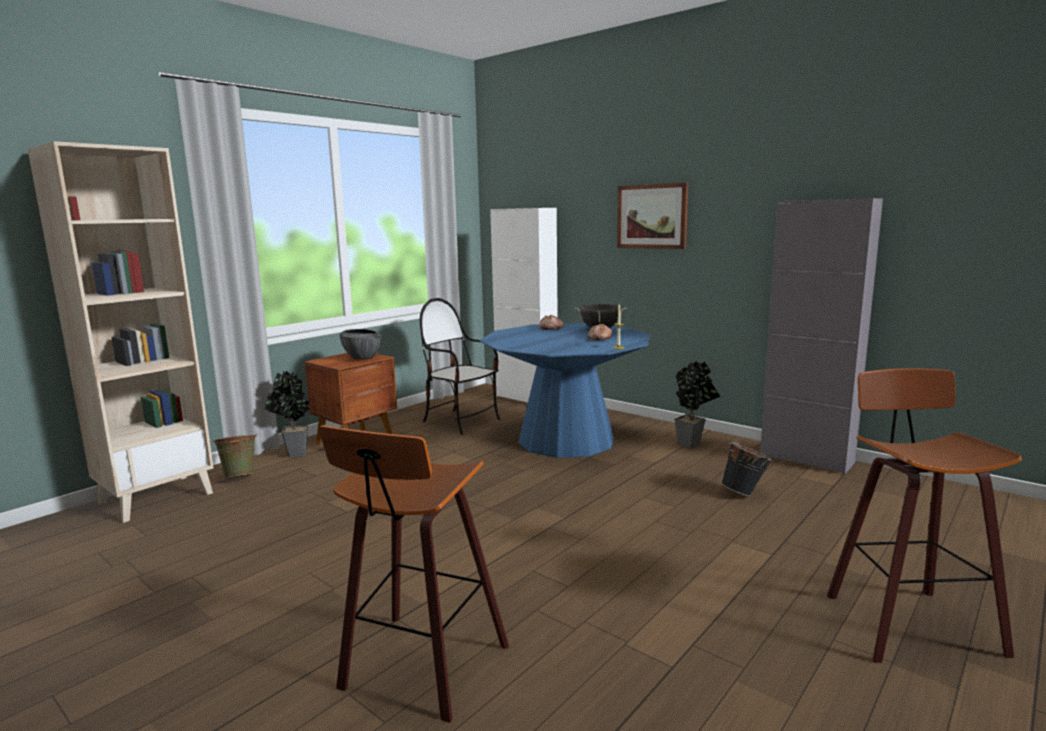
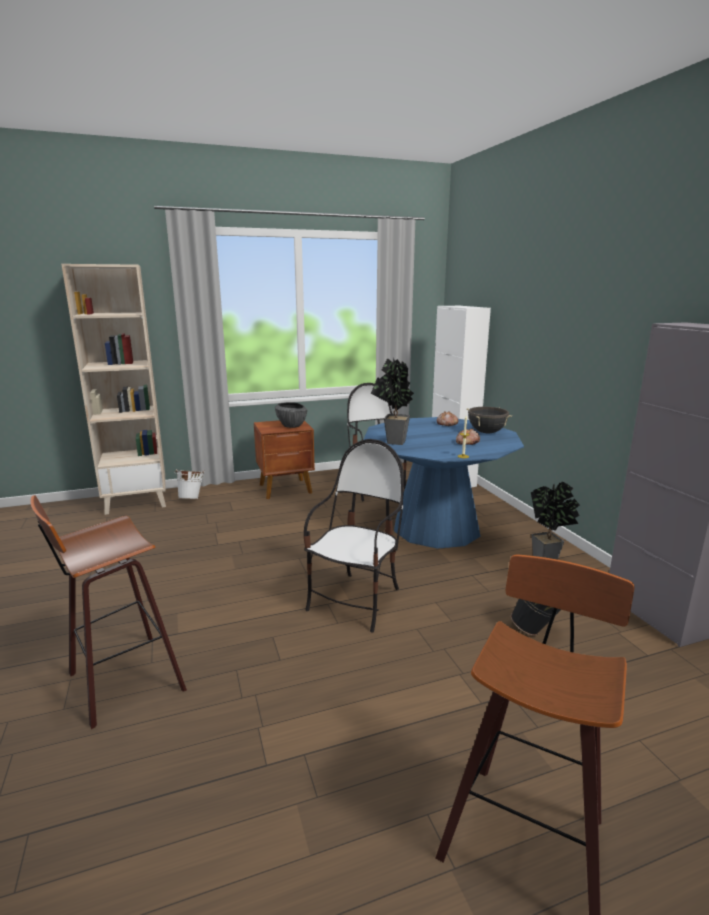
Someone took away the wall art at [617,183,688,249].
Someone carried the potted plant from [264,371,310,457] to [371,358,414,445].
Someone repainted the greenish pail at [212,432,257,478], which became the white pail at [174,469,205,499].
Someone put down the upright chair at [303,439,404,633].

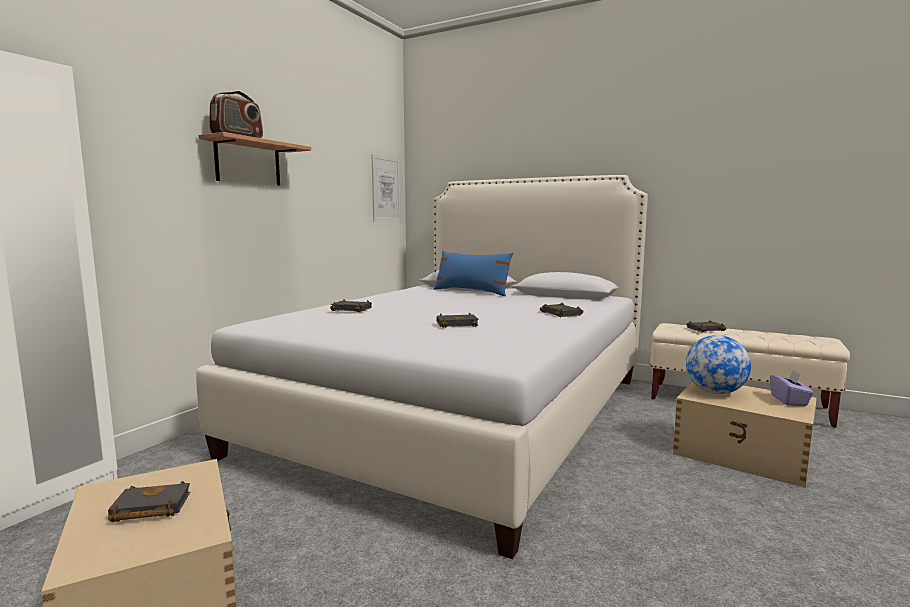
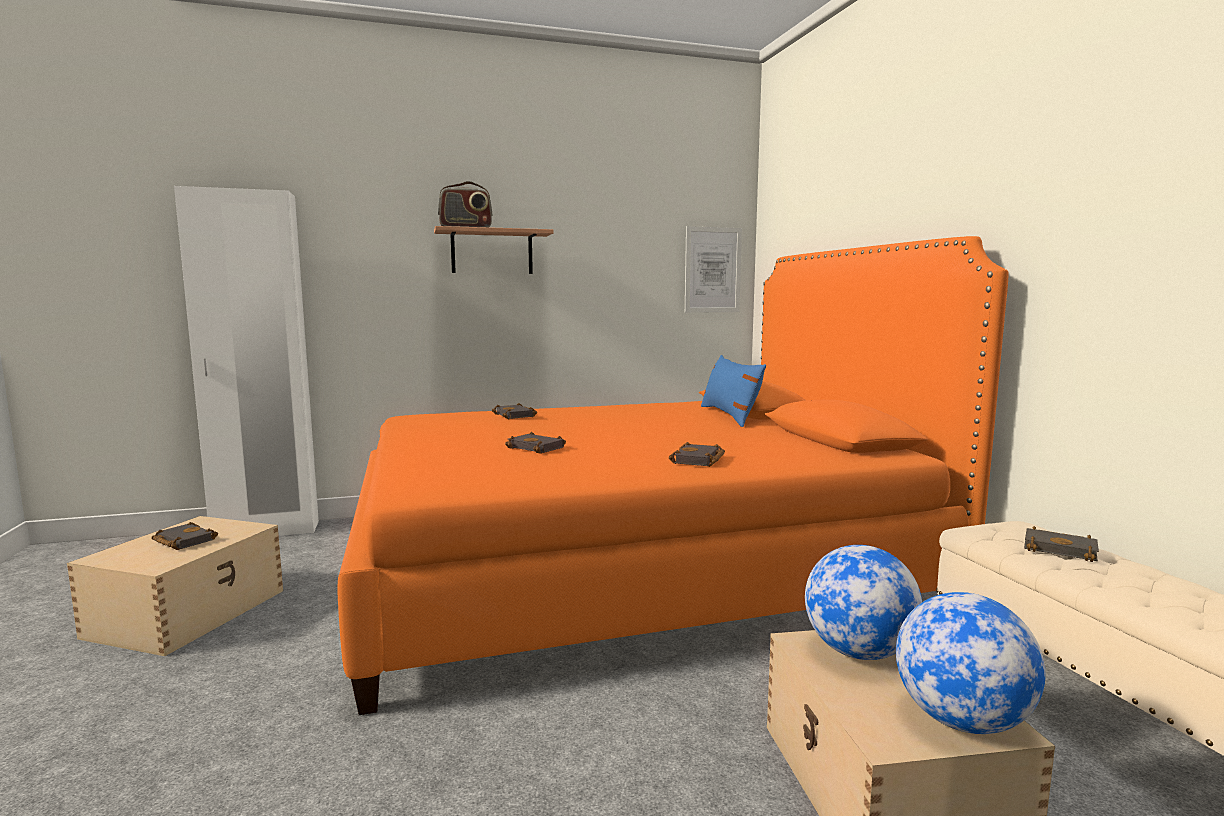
Someone repainted the white bed at [196,175,648,559], which became the orange-coloured bed at [338,236,1009,715].
Someone swapped the purple-coloured tissue box at [770,370,814,406] for the globe at [896,592,1046,734].

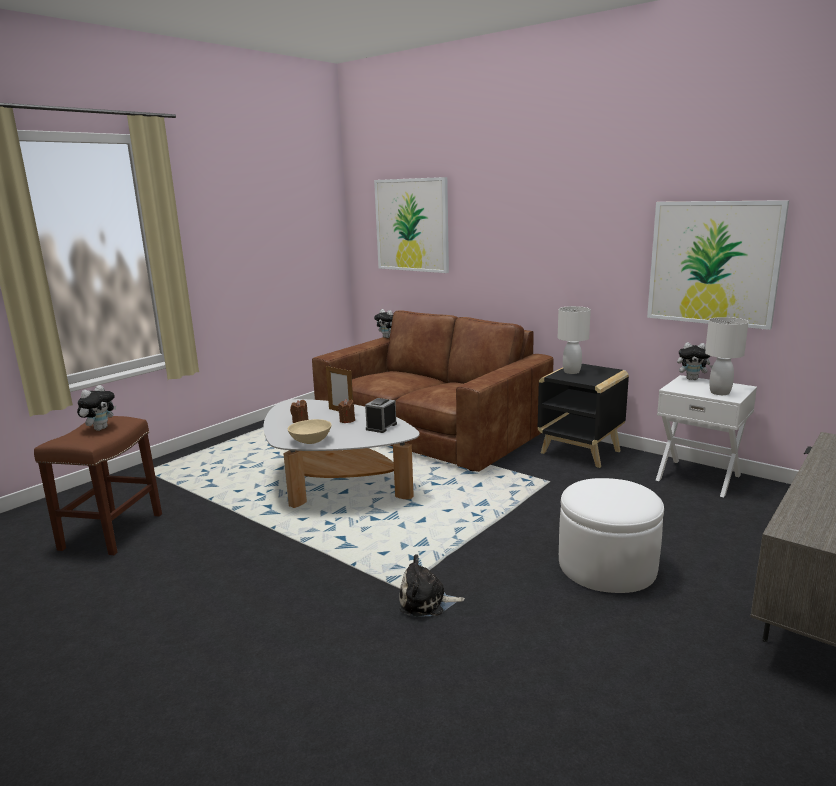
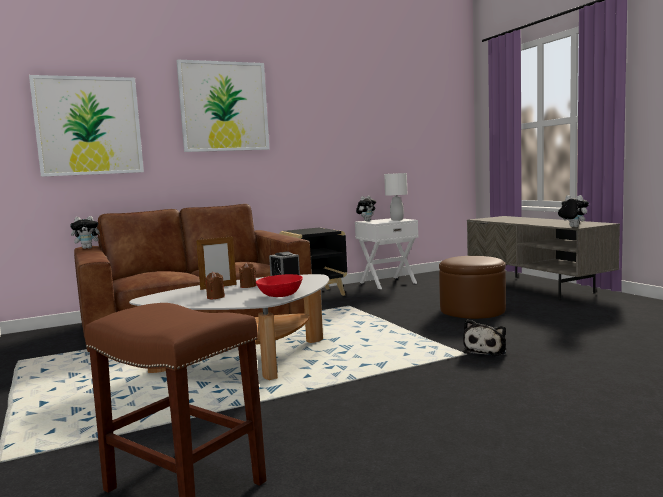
Someone carried the wall art from [647,200,789,330] to [176,59,269,152].
Someone took away the white table lamp at [558,306,591,374].
Someone carried the soft toy from [77,385,116,431] to [558,195,589,227].
Someone repainted the sand-coloured serving bowl at [288,419,332,444], which became the reddish serving bowl at [256,274,303,297].
Someone repainted the white ottoman at [559,478,664,593], which became the brown ottoman at [439,256,506,319].

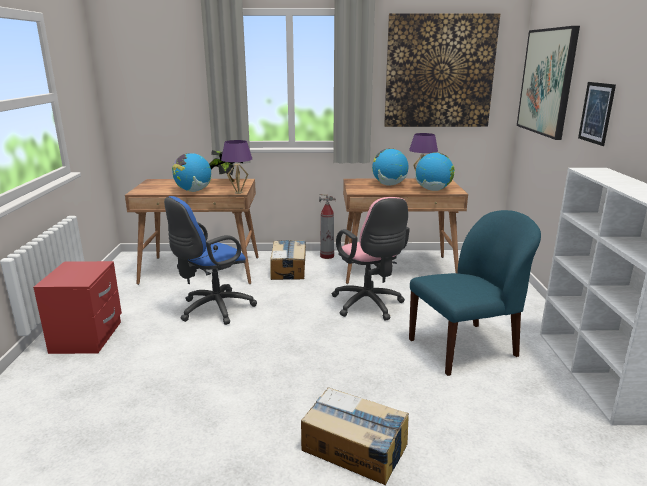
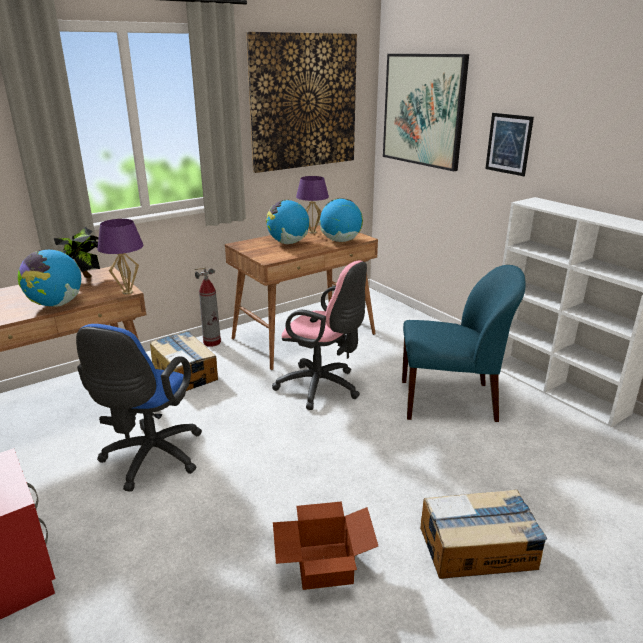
Someone rotated the blue-coloured upright chair at [409,210,541,376] by 60 degrees clockwise.
Someone put down the packing box at [273,501,378,590].

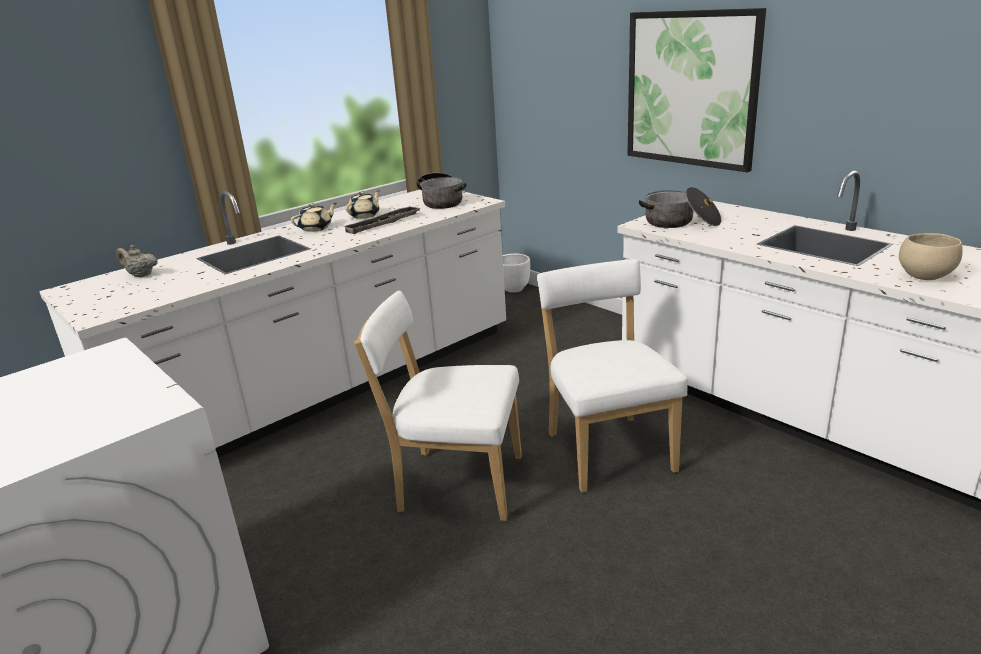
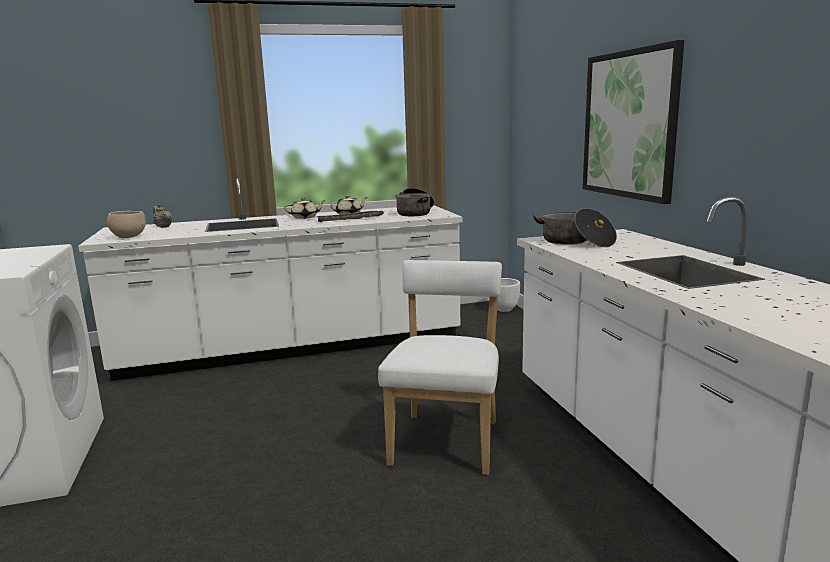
Someone carried the sand-coloured serving bowl from [899,233,963,280] to [107,211,146,238].
Someone took away the white upright chair at [355,290,522,521].

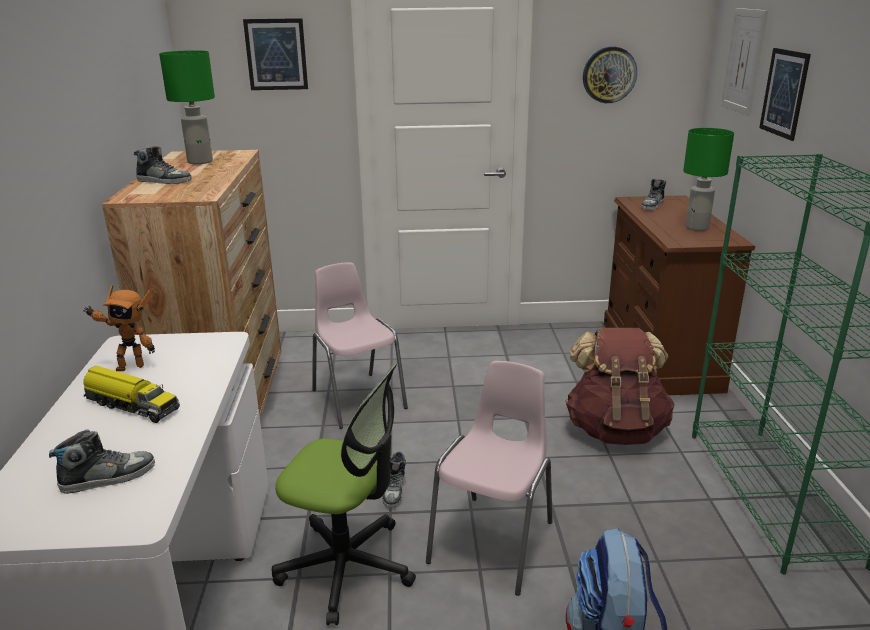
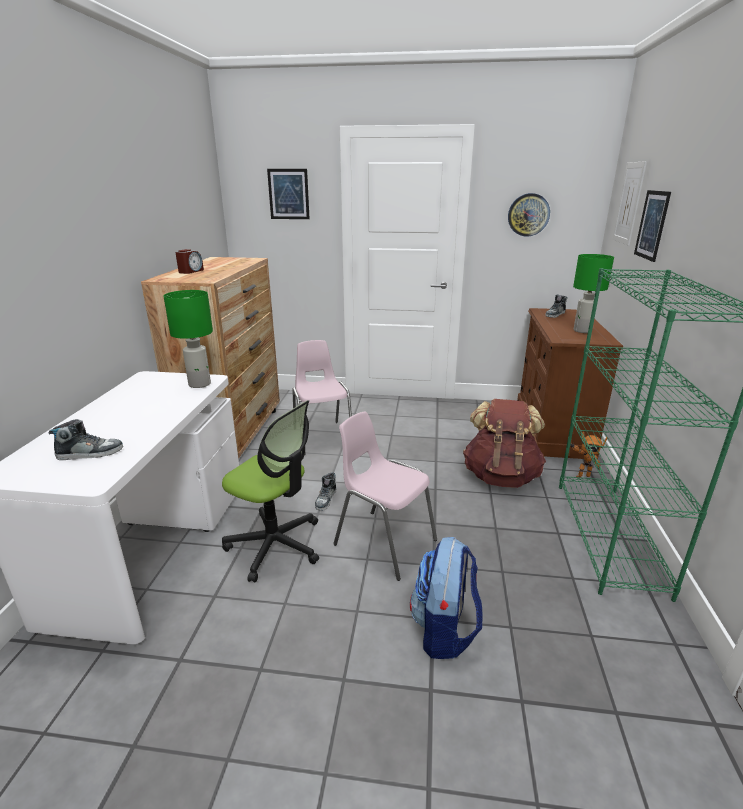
Someone carried the greenish table lamp from [159,50,215,164] to [164,290,213,388].
Someone swapped the low shoe at [134,146,192,184] for the table clock at [175,249,204,274].
Someone carried the robot figure from [83,284,155,371] to [570,432,607,477].
Someone rotated the pinkish upright chair at [426,361,553,596] by 90 degrees counterclockwise.
Someone took away the model truck at [83,366,180,423].

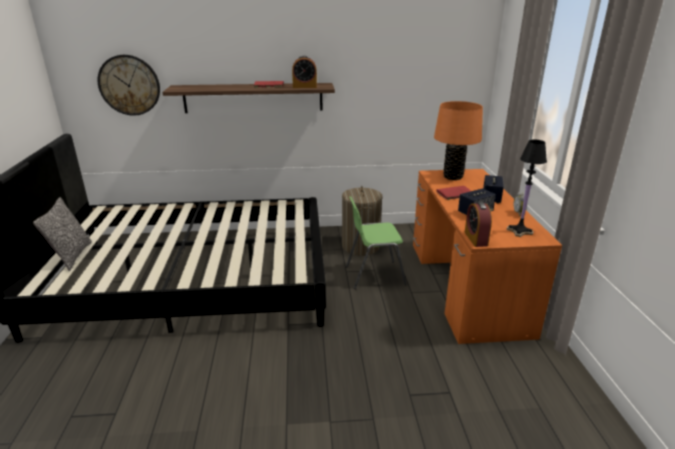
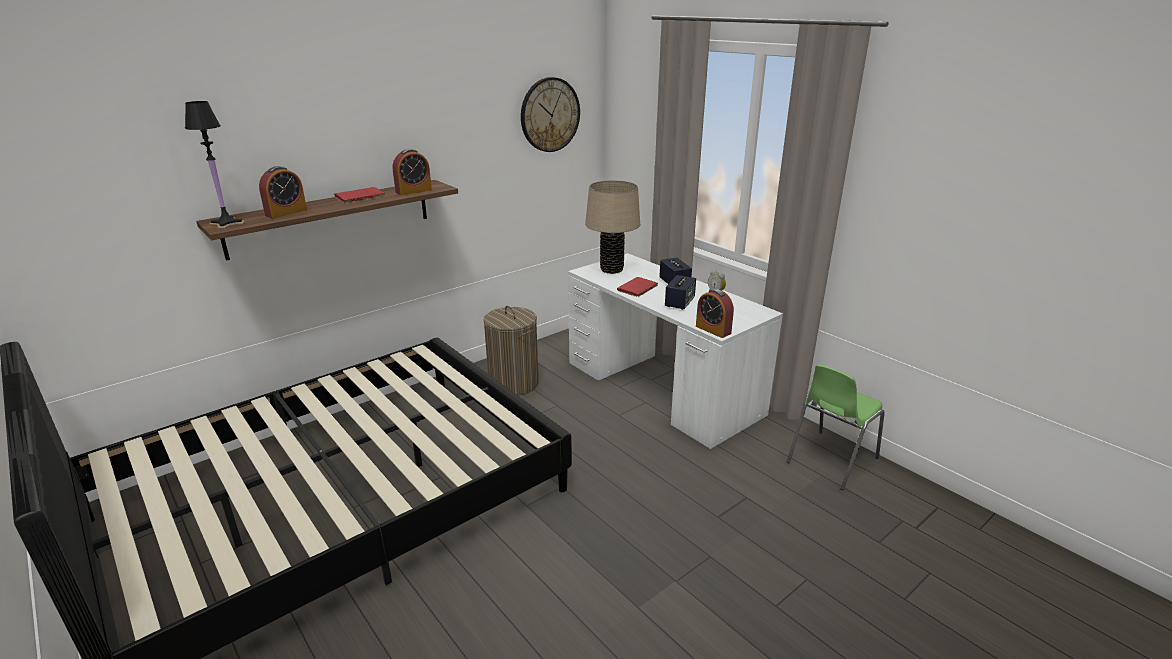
Someone carried the hanging clock from [97,55,160,116] to [521,77,580,152].
Someone repainted the orange-coloured table lamp at [434,101,483,180], which became the sand-coloured table lamp at [585,180,640,274].
Someone carried the blackish table lamp from [507,140,547,237] to [185,101,245,230].
Someone repainted the orange-coloured desk unit at [413,169,562,344], which became the white desk unit at [568,253,783,449].
Someone carried the greenish upright chair from [346,196,407,289] to [787,364,885,490].
Someone took away the throw pillow at [33,197,92,271].
Someone put down the table clock at [259,166,307,219].

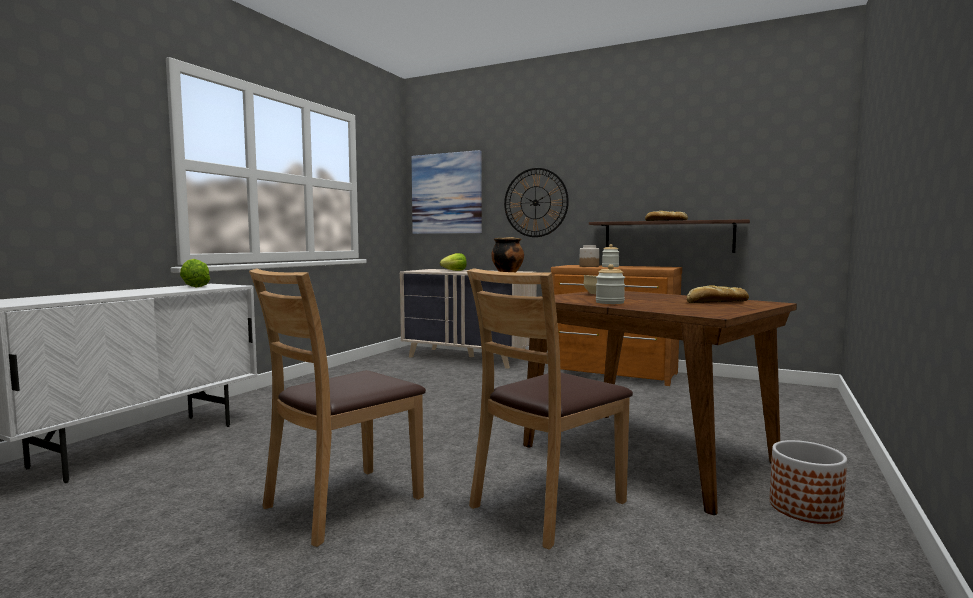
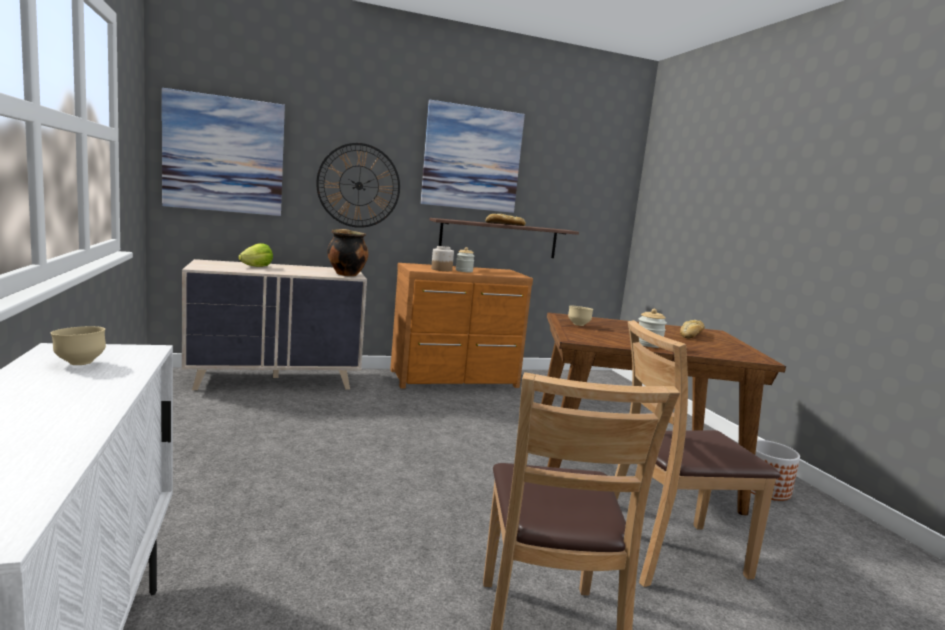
Someone swapped the lettuce at [180,259,210,287] for the sand-coloured serving bowl at [50,326,106,365].
Someone rotated the brown upright chair at [467,268,633,550] by 75 degrees clockwise.
Someone put up the wall art at [420,100,525,213].

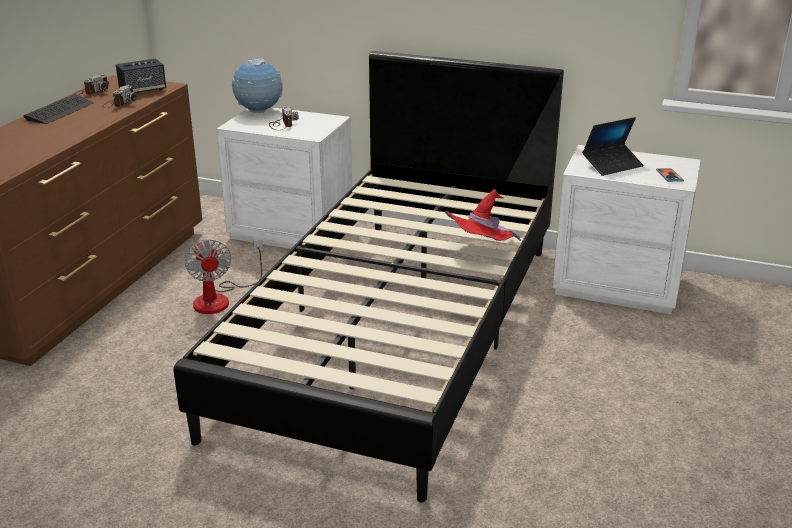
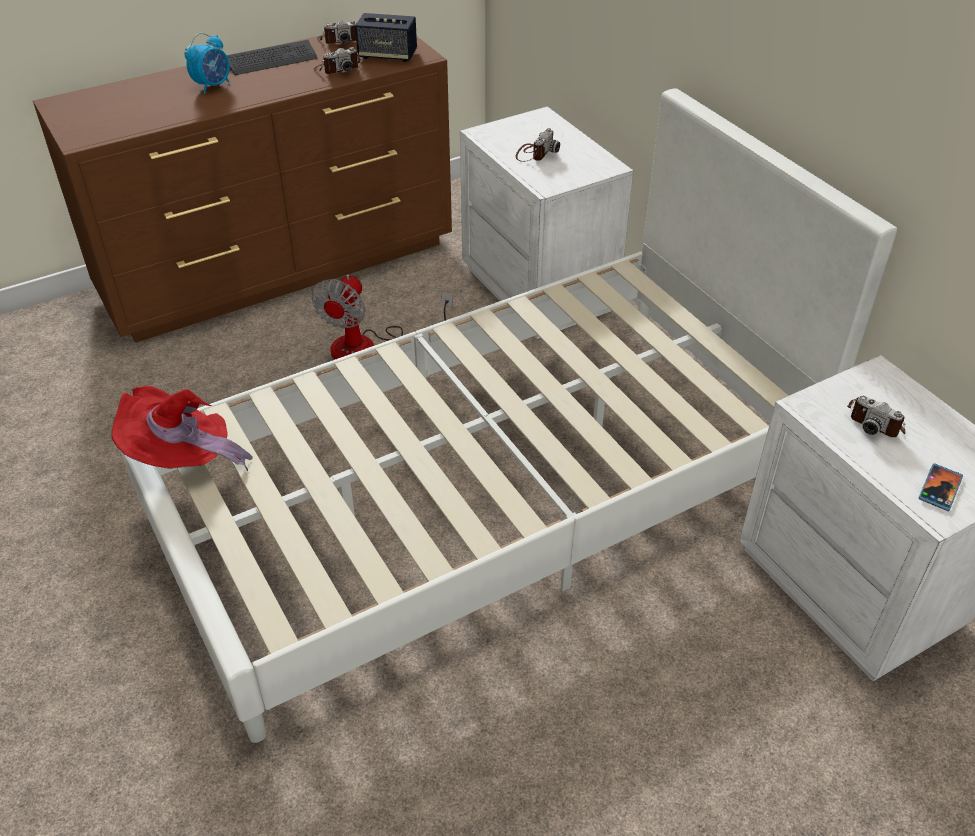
Someone repainted the blackish bed at [173,51,564,502], which became the white bed at [121,88,897,743].
Someone took away the globe at [231,59,282,113].
Someone swapped the portable computer at [582,117,644,176] for the photo camera at [847,396,905,437].
Someone carried the reddish clothing hat from [445,189,521,241] to [112,386,253,472].
Someone put down the table clock at [184,33,230,94].

